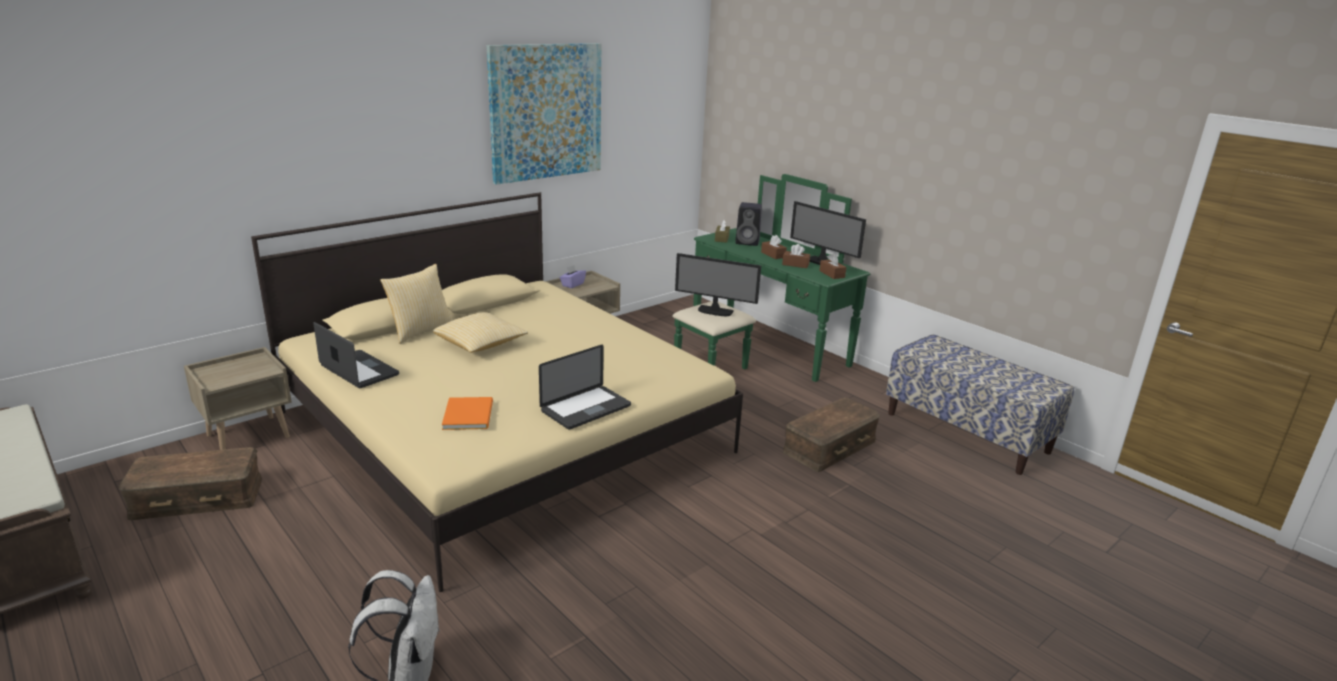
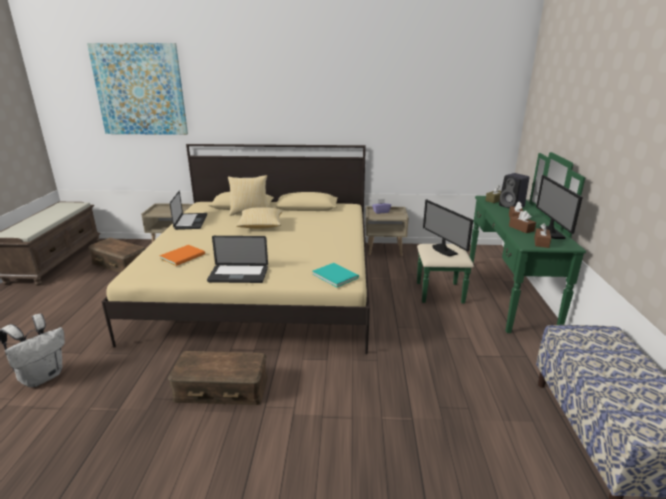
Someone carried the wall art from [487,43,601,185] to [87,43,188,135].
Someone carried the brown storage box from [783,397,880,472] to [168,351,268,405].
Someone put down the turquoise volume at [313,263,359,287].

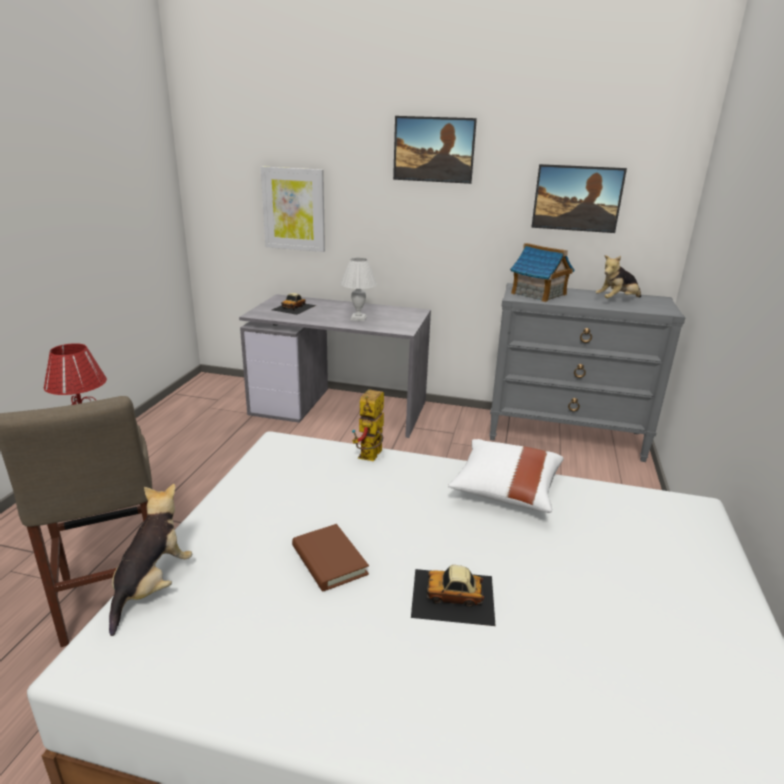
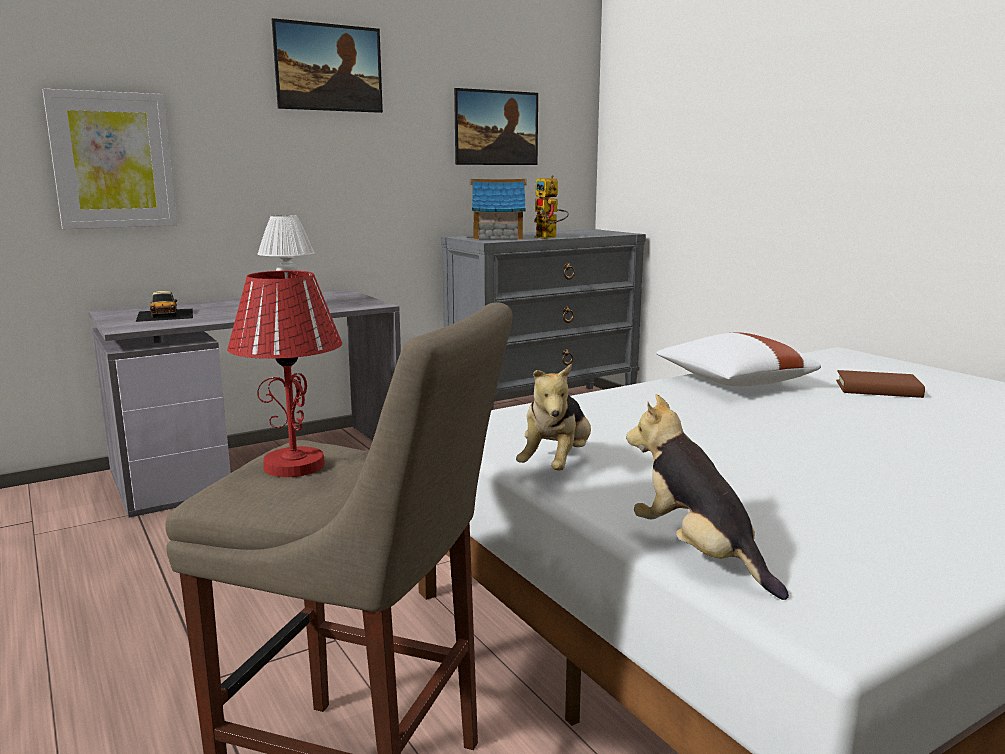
Someone carried the soft toy from [596,255,641,298] to [516,363,591,471].
Someone carried the robot figure from [352,389,384,461] to [534,175,569,239].
Someone carried the brown volume from [292,524,369,591] to [836,370,925,398].
Someone took away the miniature car at [411,565,495,626].

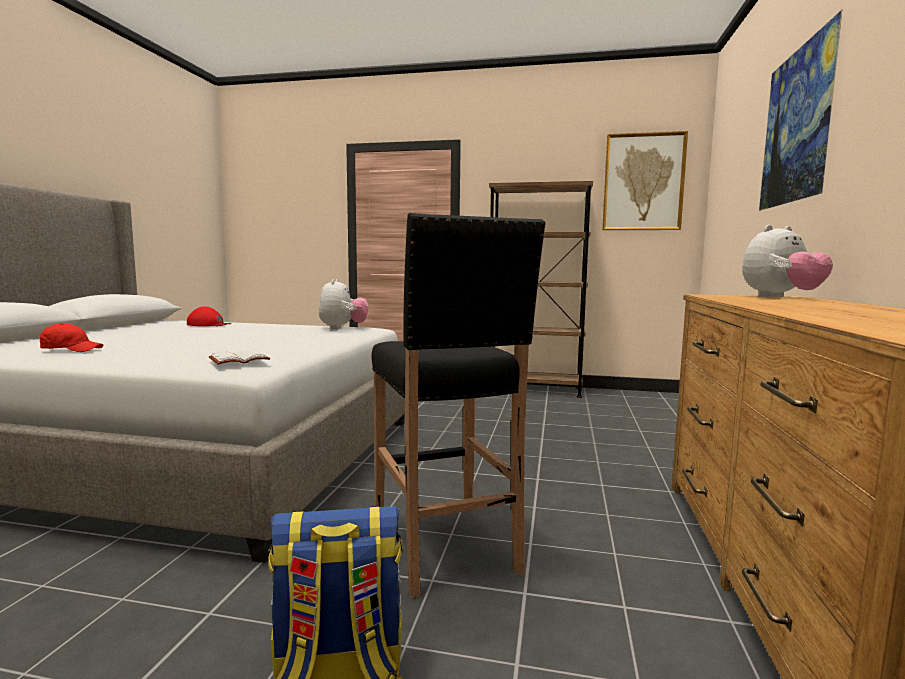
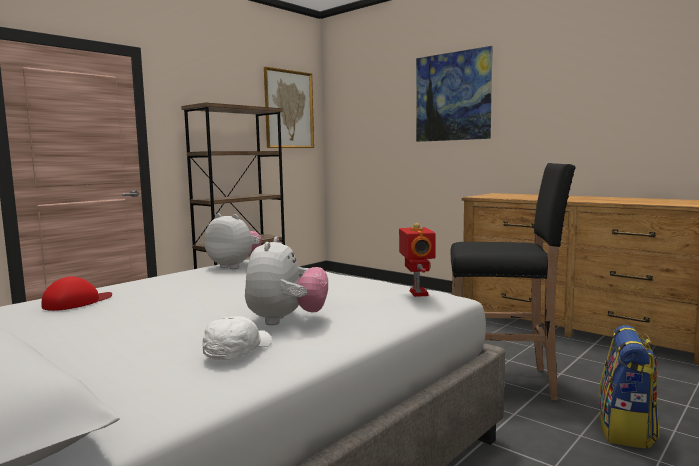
Someone carried the soft toy from [742,225,833,297] to [245,237,328,325].
Someone repainted the reddish baseball cap at [40,323,103,352], which became the white baseball cap at [203,316,272,360].
Someone swapped the white volume at [209,349,270,365] for the robot figure at [399,223,436,297].

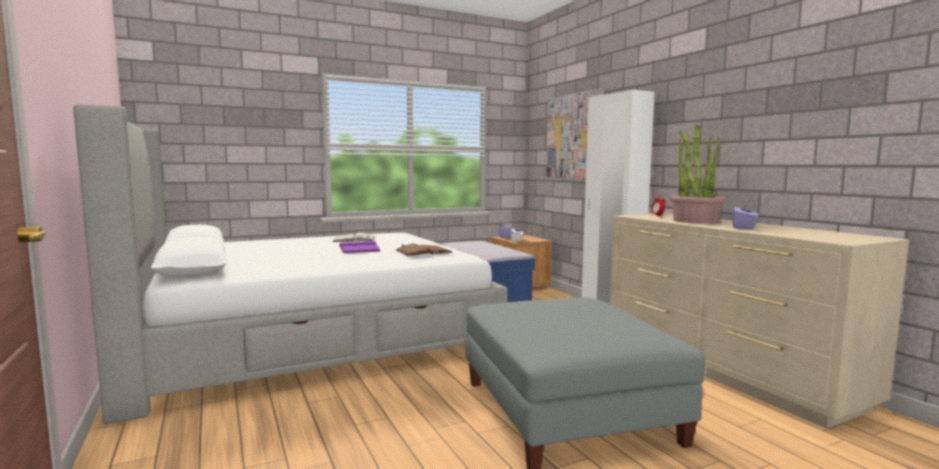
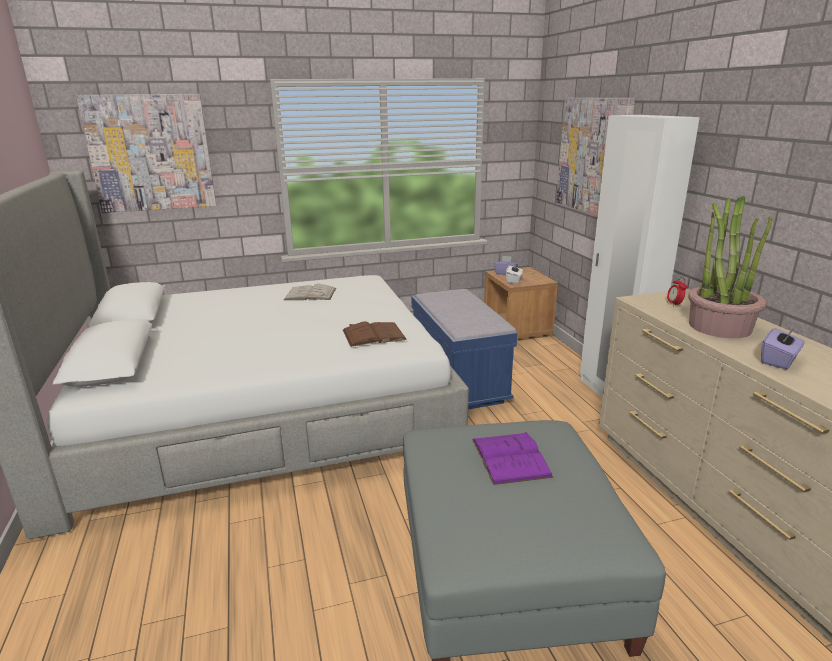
Someone carried the purple-coloured volume from [339,240,380,253] to [472,432,553,485].
Someone put up the wall art at [76,94,216,213].

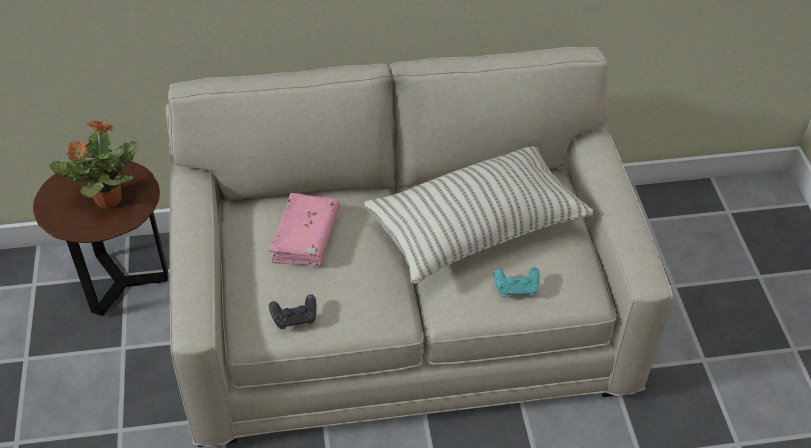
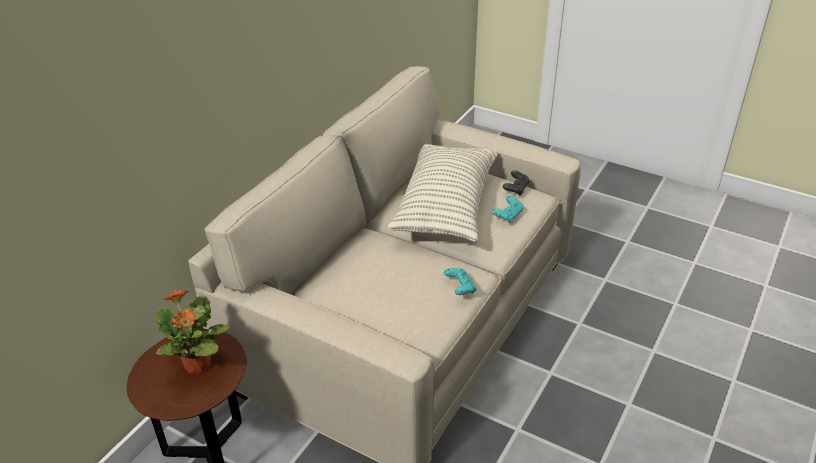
Someone took away the pinkish volume at [269,193,340,266].
Someone carried the blackish joypad from [269,294,316,329] to [503,170,529,196].
Someone put down the turquoise joypad at [444,268,476,295].

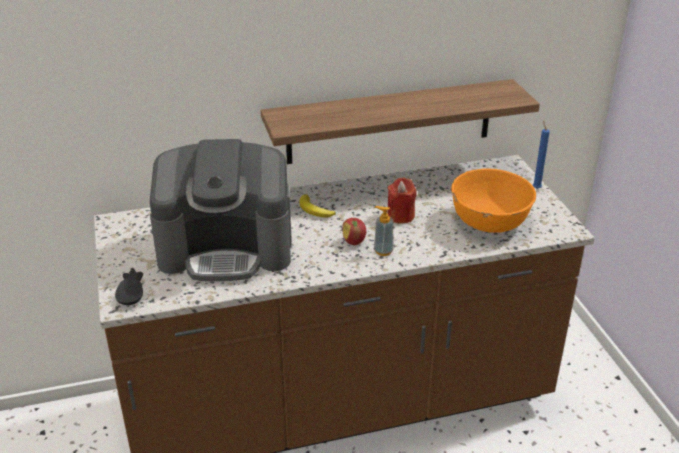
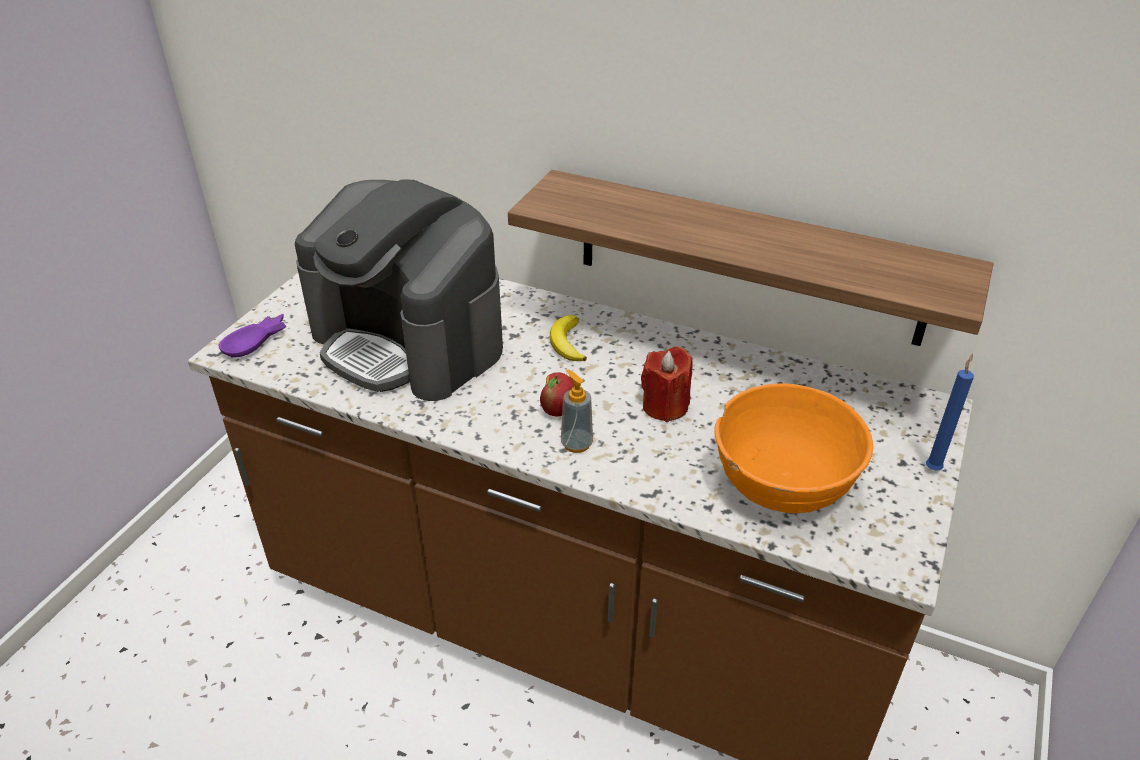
Someone repainted the blackish serving bowl at [115,268,143,305], which became the purple-coloured serving bowl at [219,314,286,357].

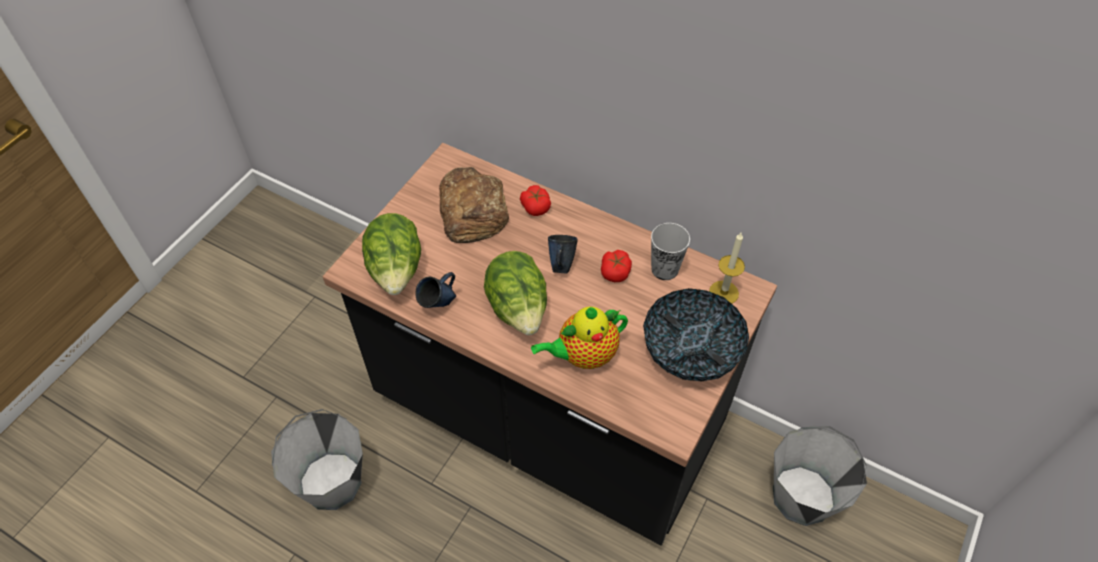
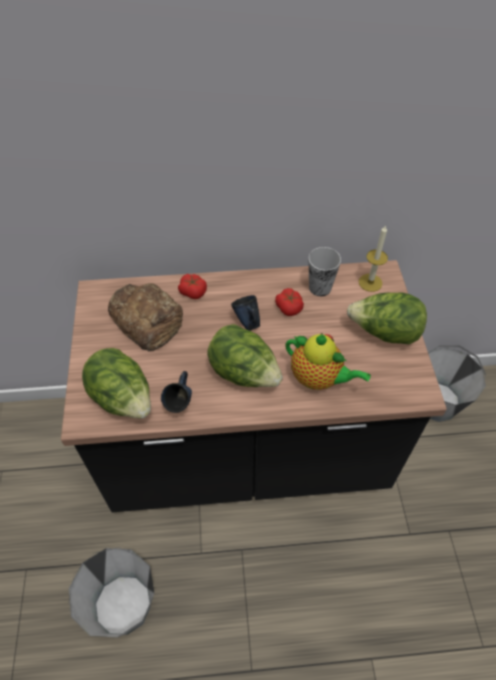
Someone swapped the serving bowl at [643,288,749,381] for the lettuce at [347,293,427,344].
Someone rotated the teapot at [531,307,628,369] by 90 degrees counterclockwise.

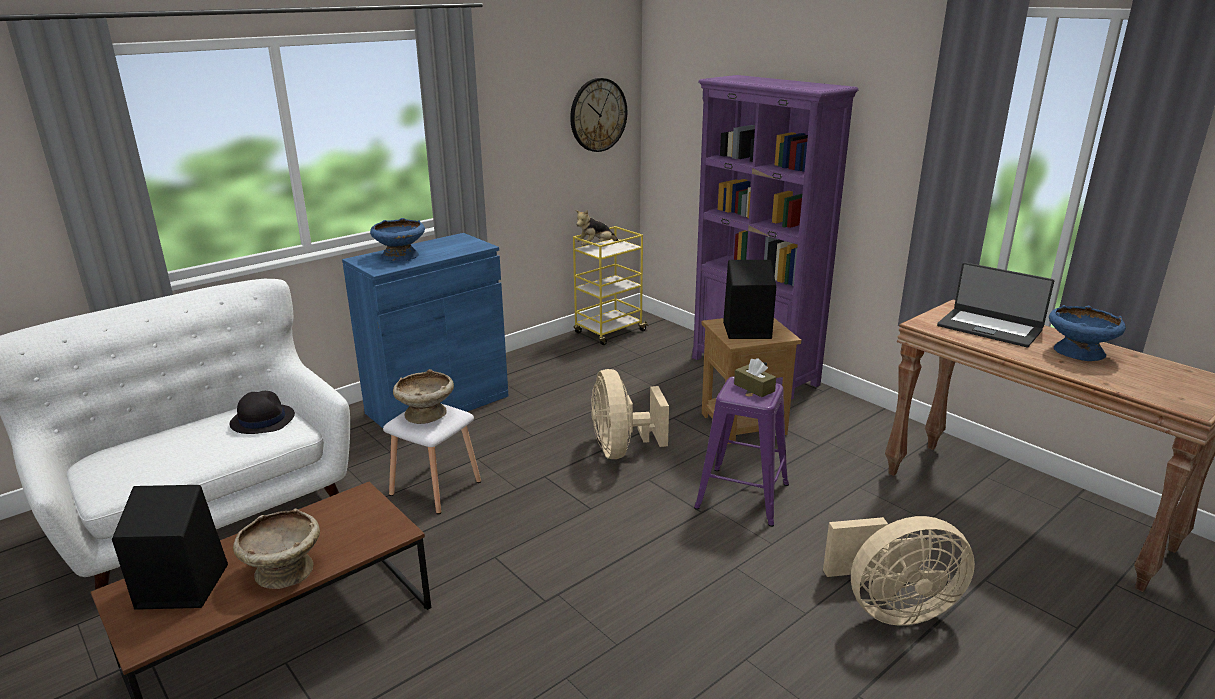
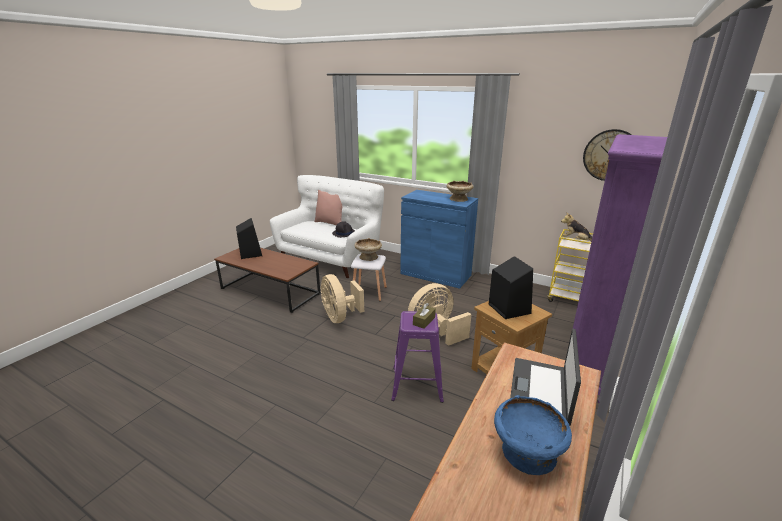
Someone took away the blue-coloured serving bowl at [370,218,425,262].
Someone carried the sand-coloured serving bowl from [233,508,320,589] to [446,181,473,202].
Someone carried the sand-coloured cooling fan from [823,516,975,626] to [321,274,364,323].
Someone put down the pinkish throw pillow at [314,190,343,225].

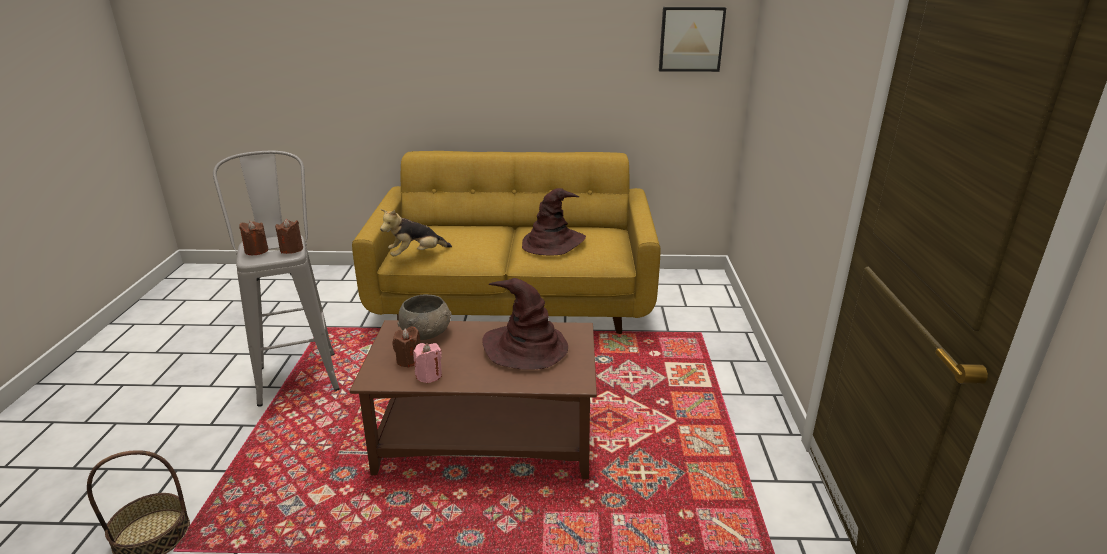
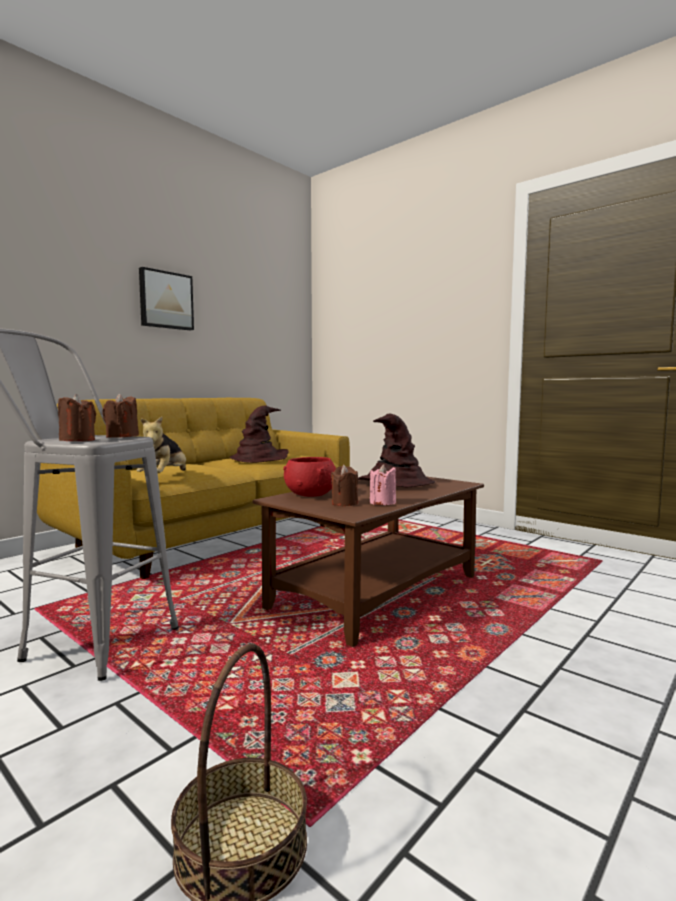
Someone carried the wall art from [659,7,726,72] to [139,267,194,330].
Someone repainted the grey serving bowl at [398,294,452,340], which became the reddish serving bowl at [283,457,336,497].

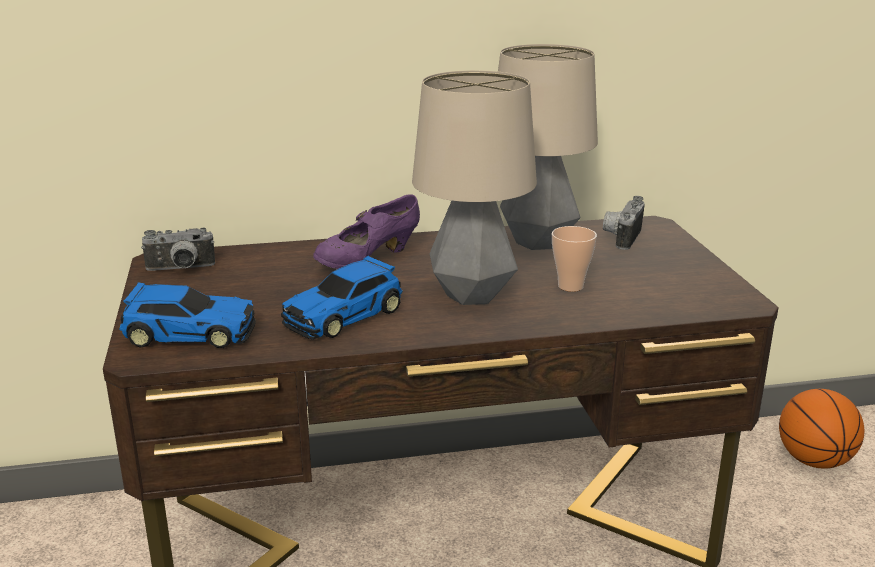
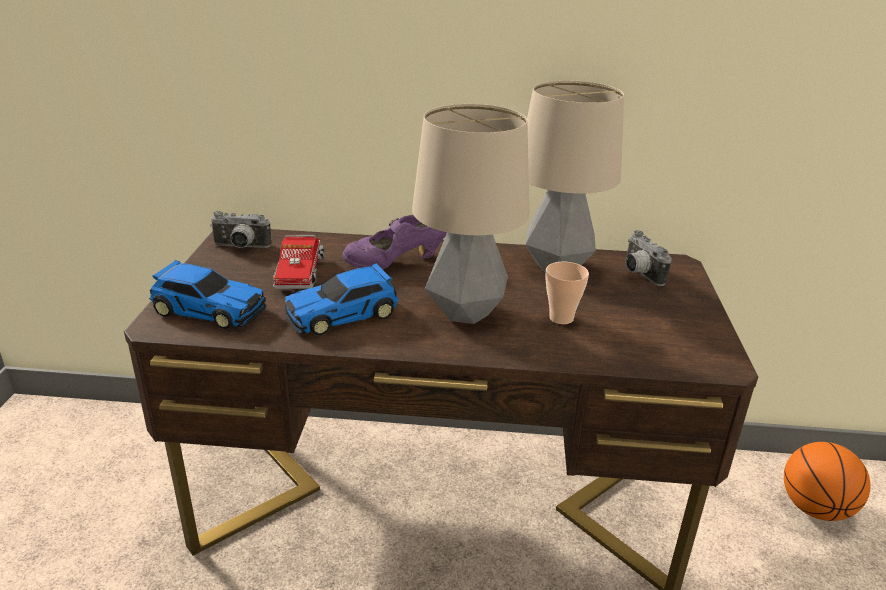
Someone rotated the photo camera at [603,196,645,250] by 60 degrees counterclockwise.
Someone put down the model truck at [273,235,324,289].

